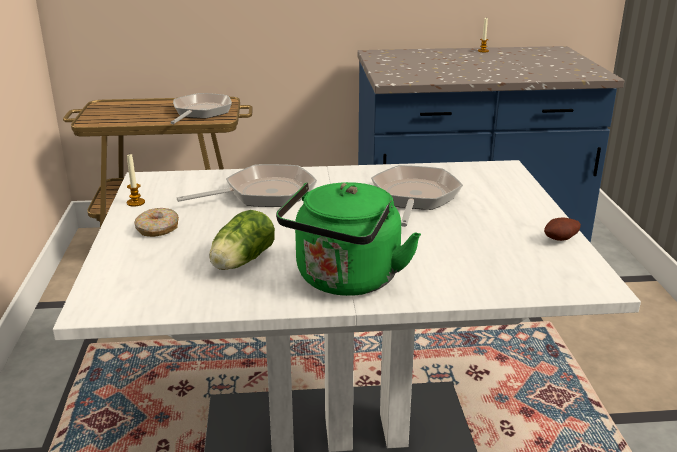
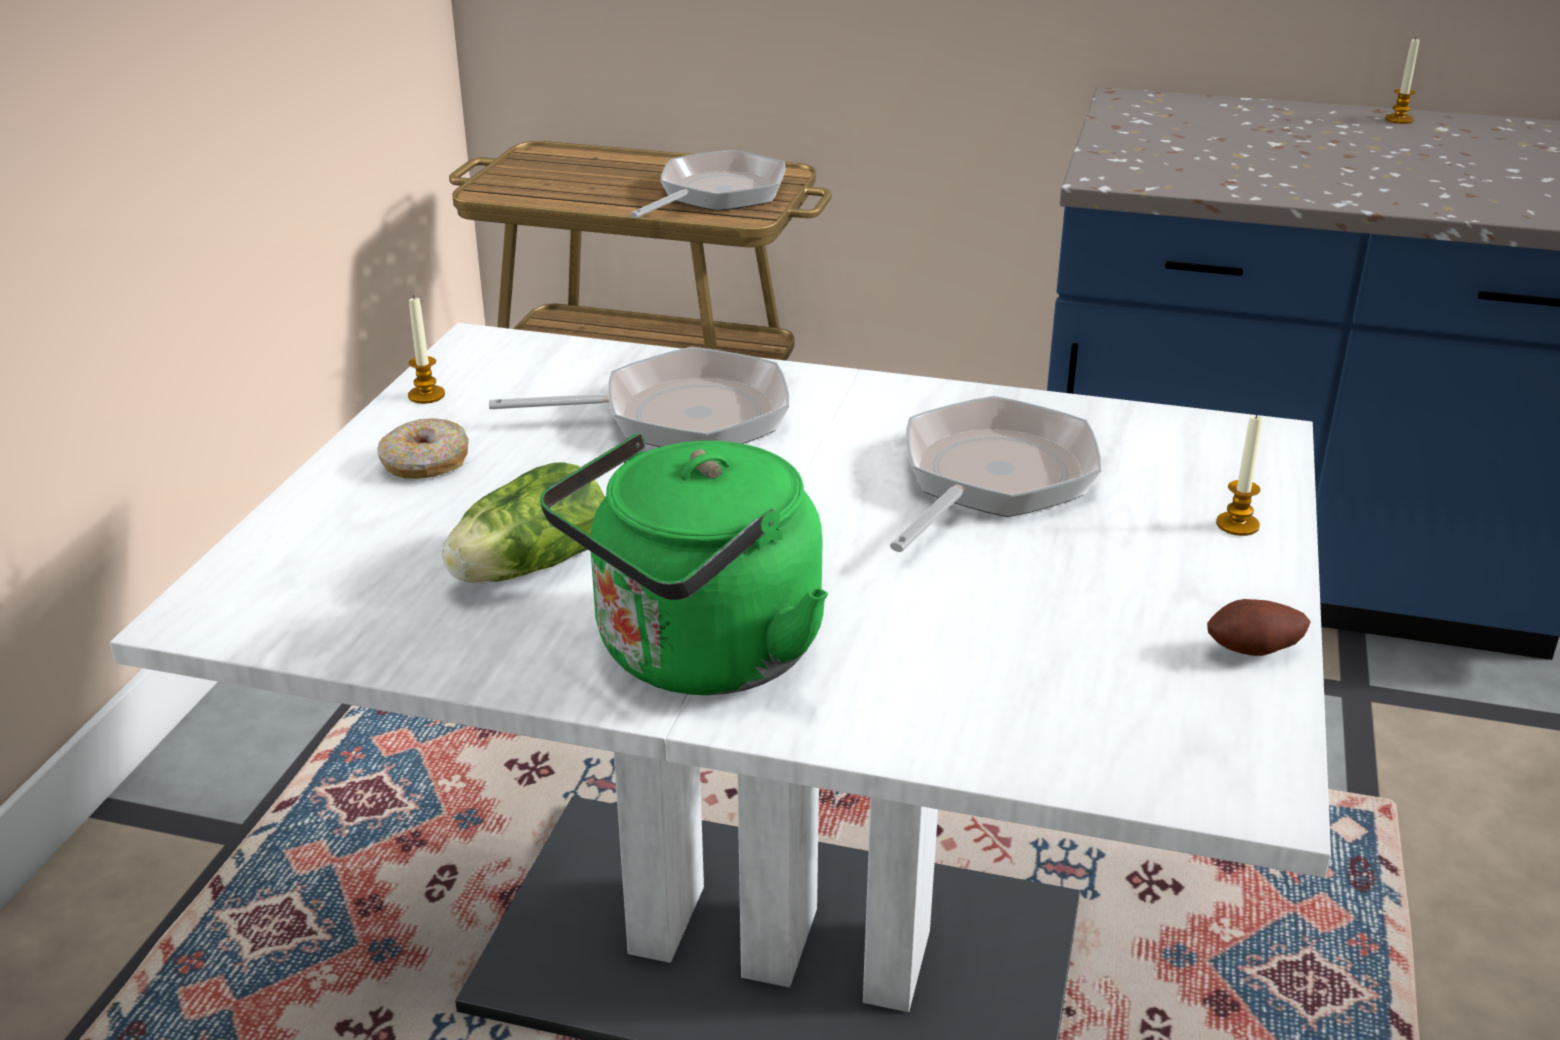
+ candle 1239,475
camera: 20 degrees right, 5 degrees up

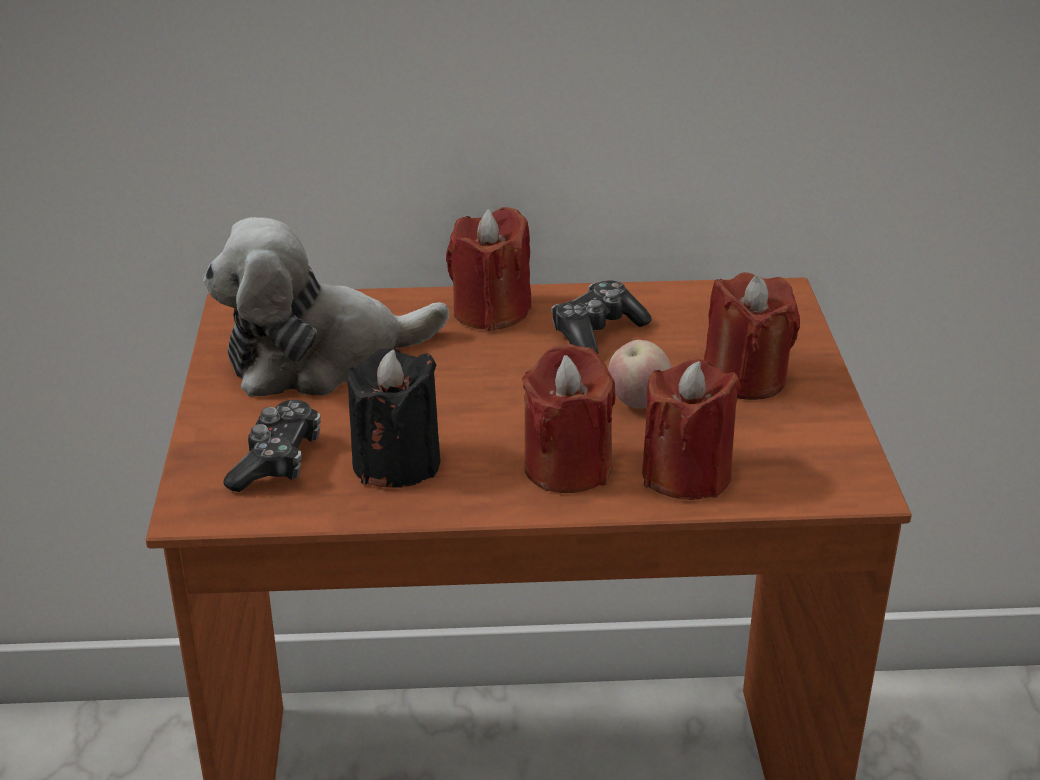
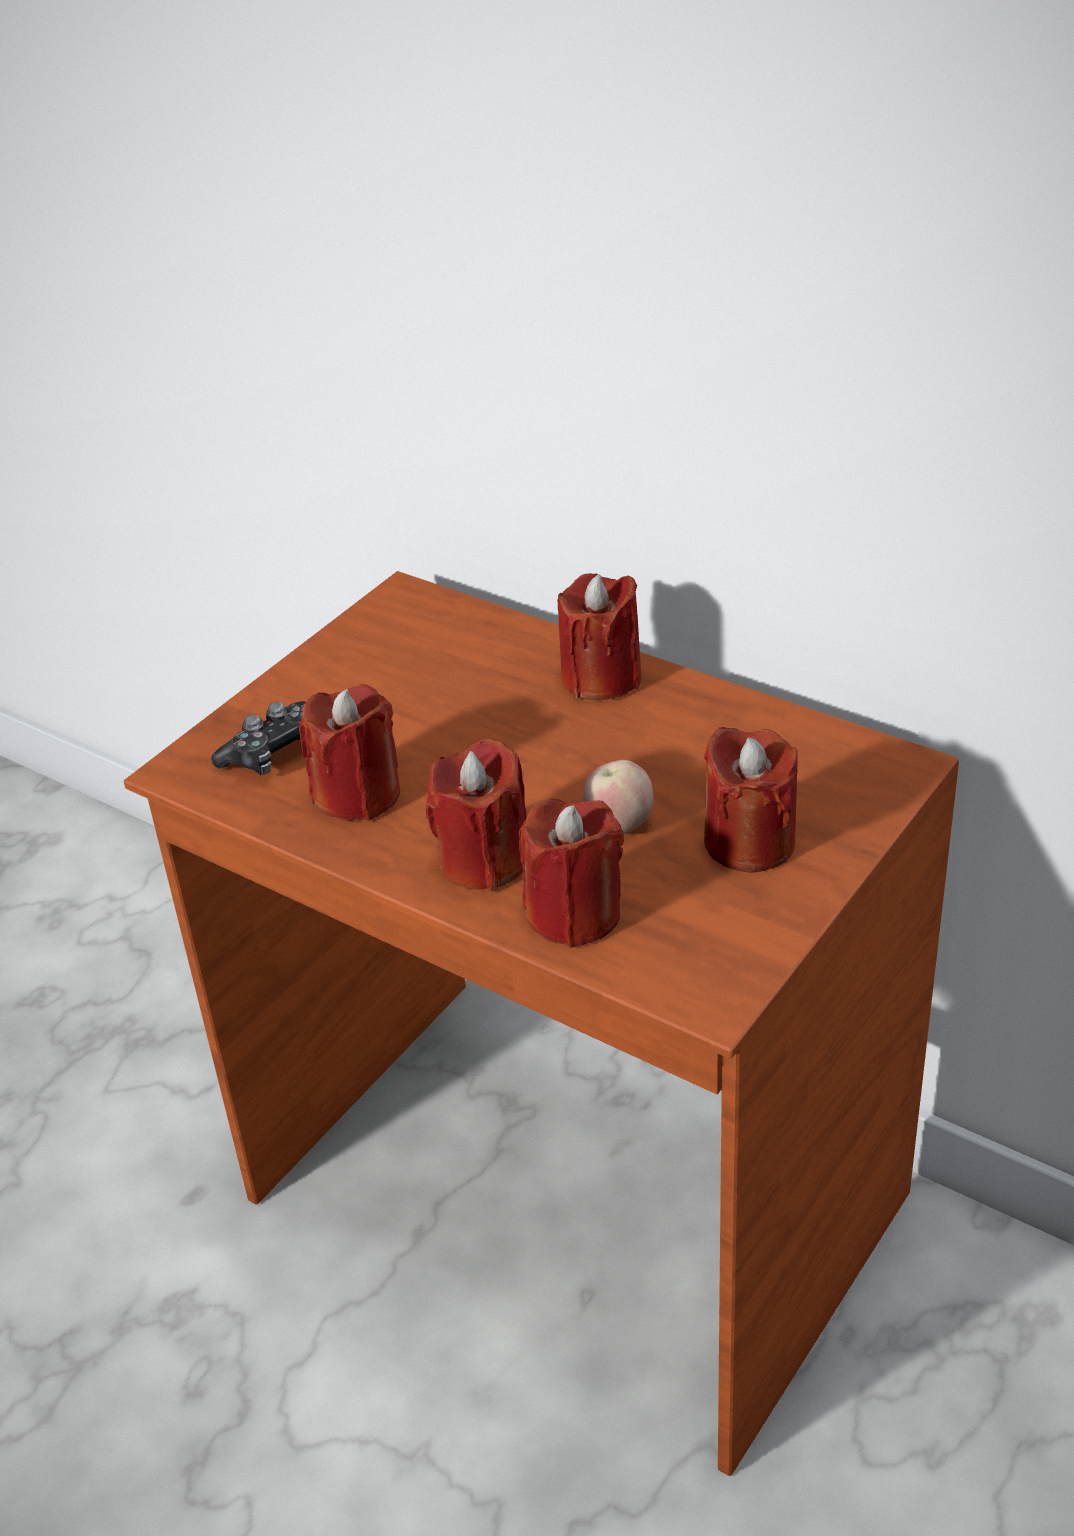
~ candle in black 393,418 to candle in red 349,752
- plush toy 326,307
- game controller 601,317
camera: 40 degrees right, 5 degrees up

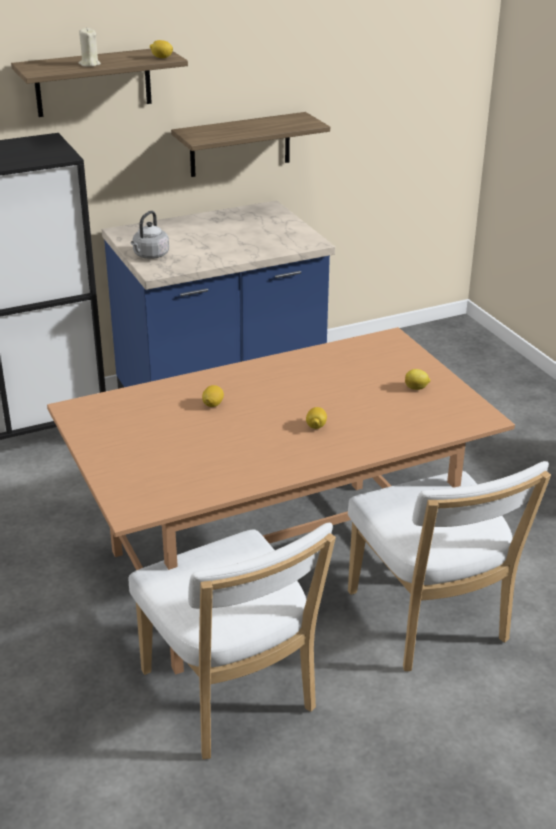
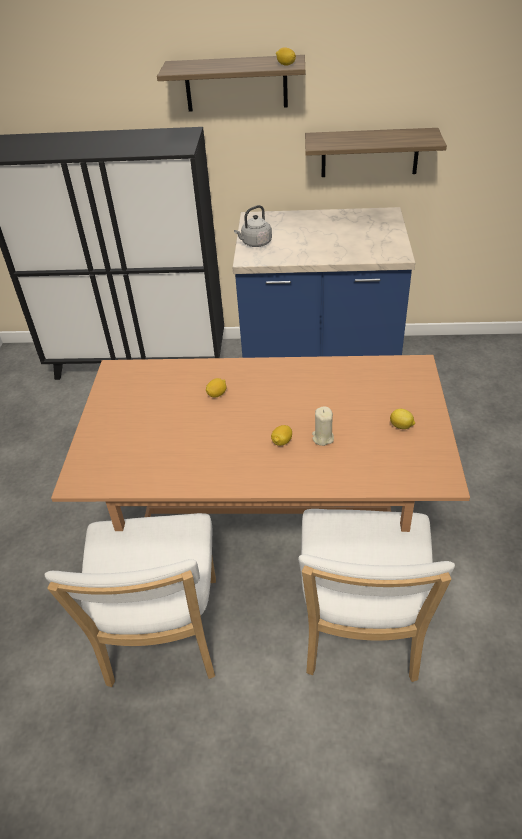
~ candle in beige 90,47 to 323,426
camera: 30 degrees right, 10 degrees up

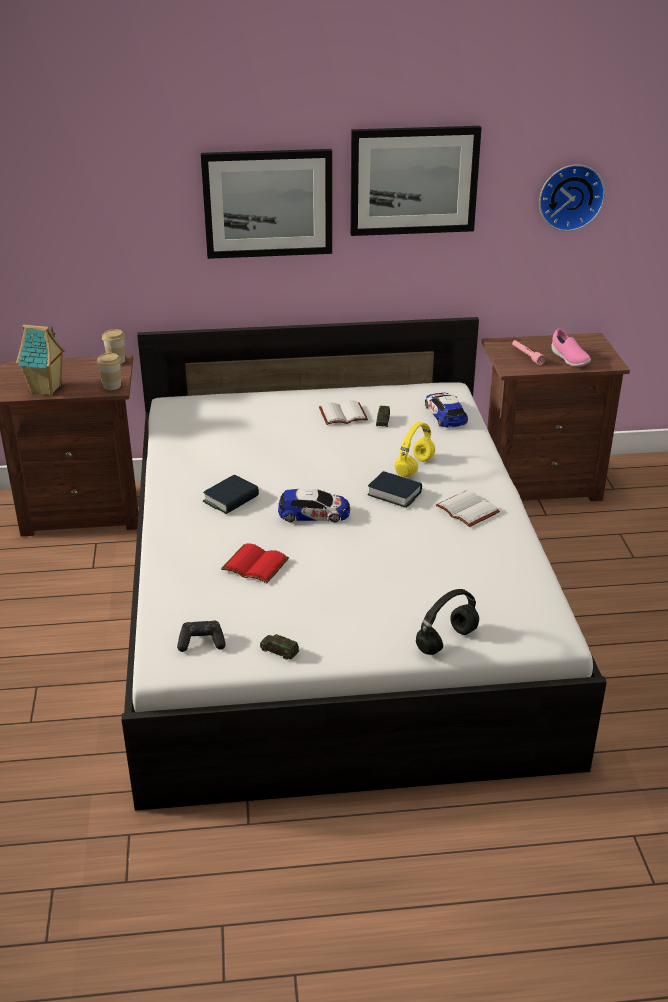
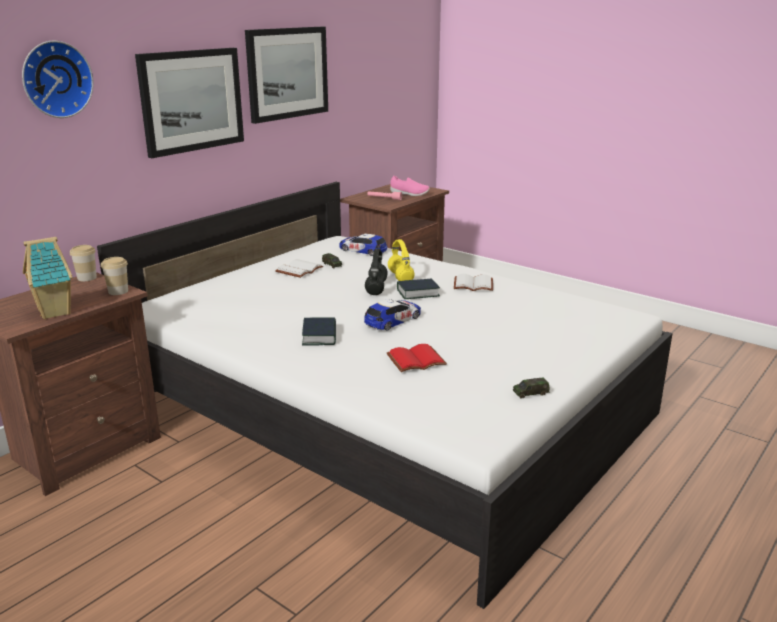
~ wall clock 572,198 to 58,79
~ headphones in black 447,622 to 376,271
- game controller in black 201,636
camera: 45 degrees left, 10 degrees down

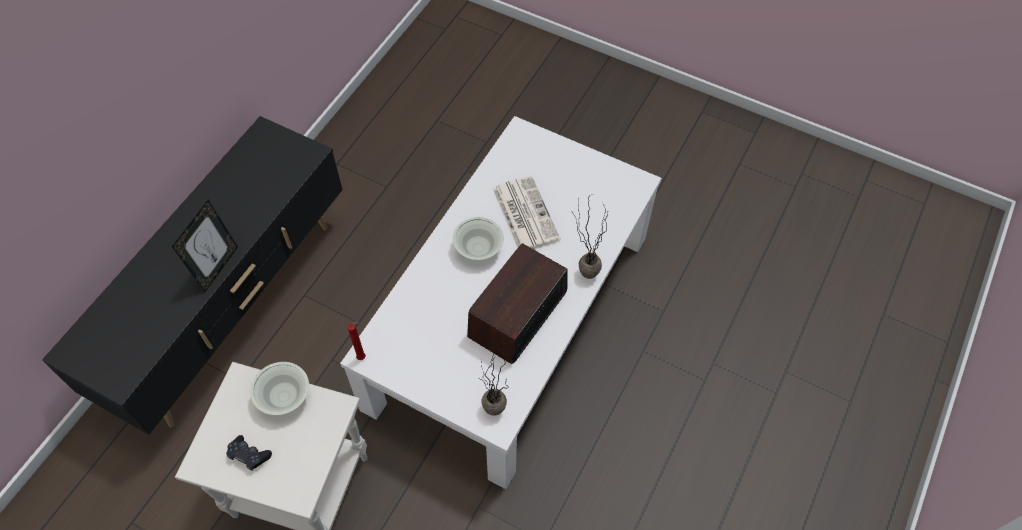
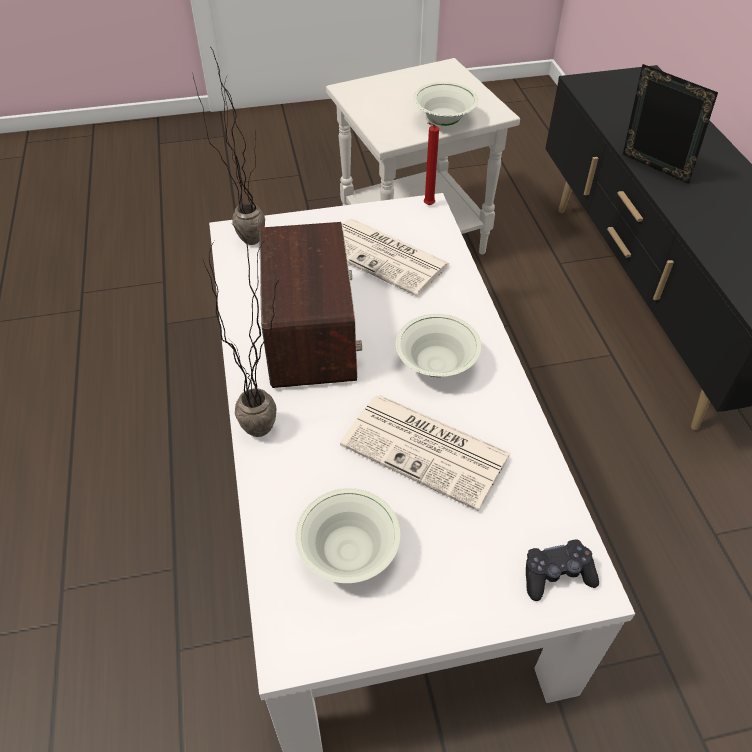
+ bowl in white 348,535
+ newspaper 396,257
~ game controller in black 249,453 to 562,570
~ picture frame 205,245 = 670,124 150 degrees clockwise
camera: 140 degrees right, 10 degrees down

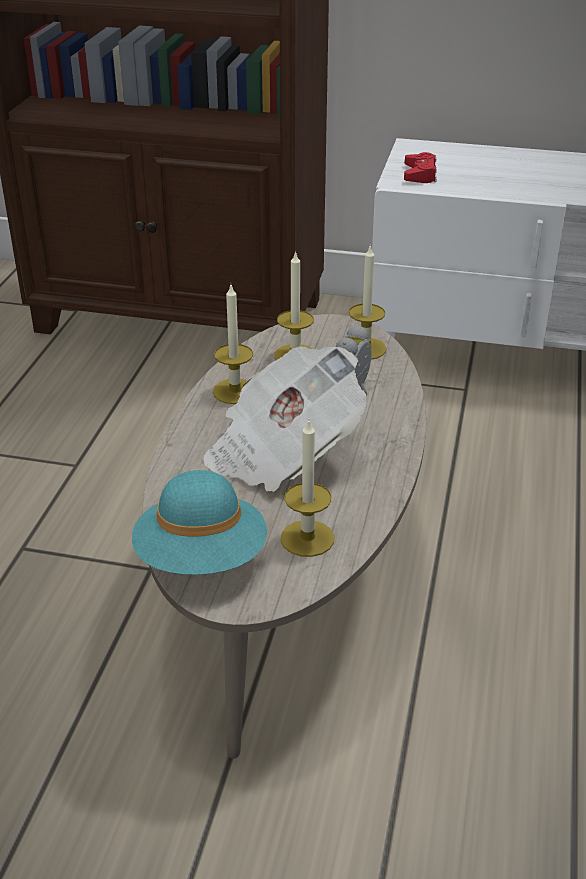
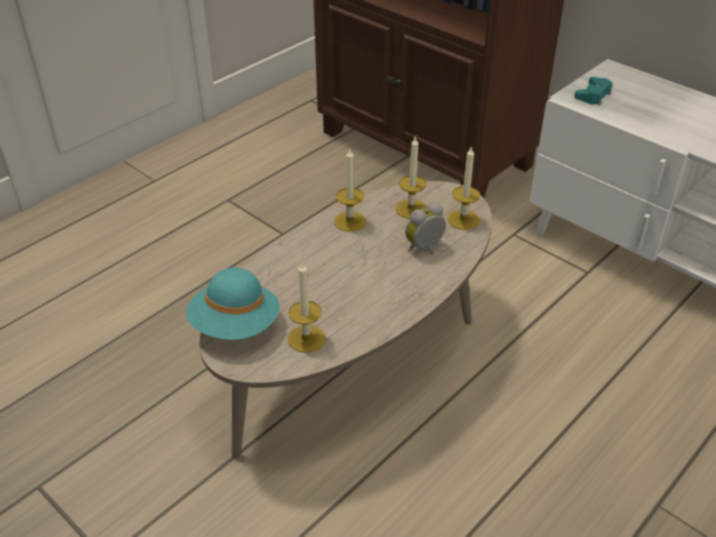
~ game controller in red 420,167 to game controller in turquoise 593,91
- newspaper 284,419
camera: 30 degrees right, 5 degrees up

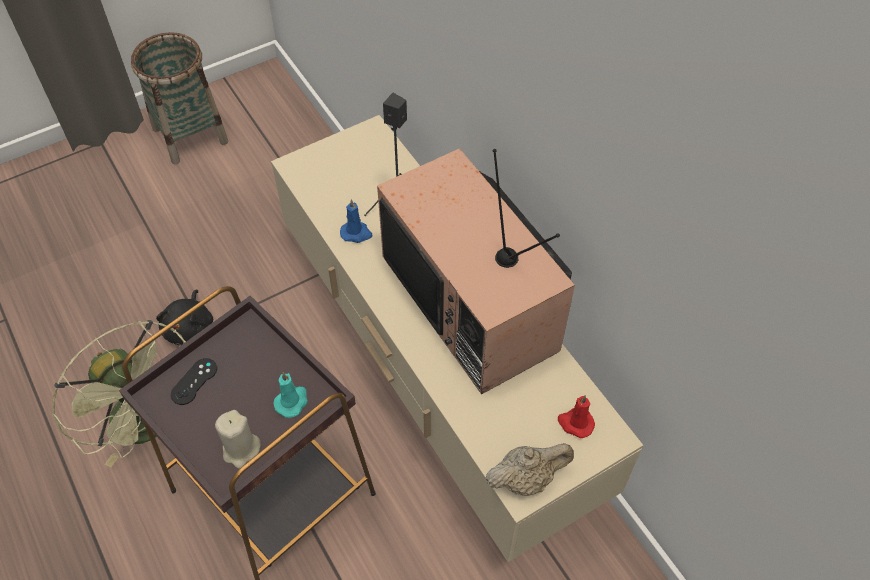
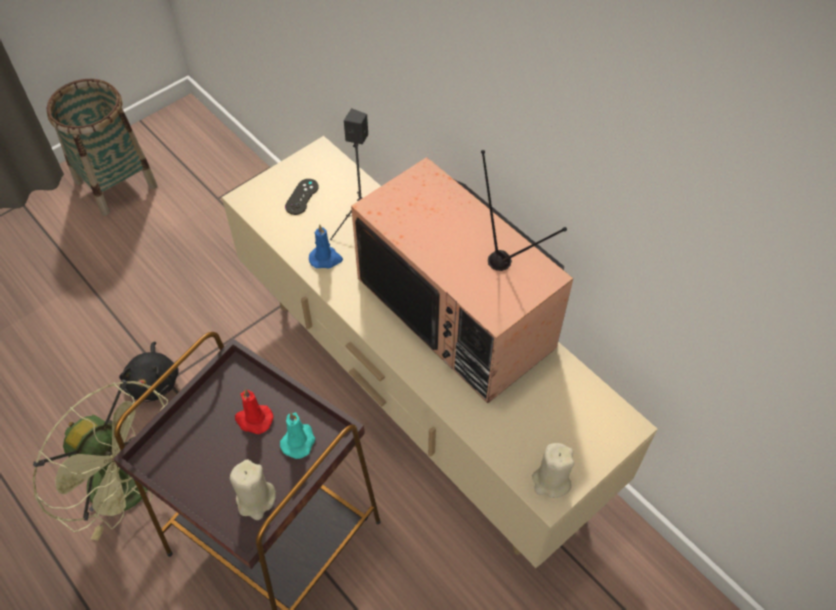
~ candle in red 576,416 to 254,411
~ game controller in black 194,381 to 302,197
~ teapot in beige 530,469 to candle in beige 553,470
camera: 10 degrees left, 0 degrees up

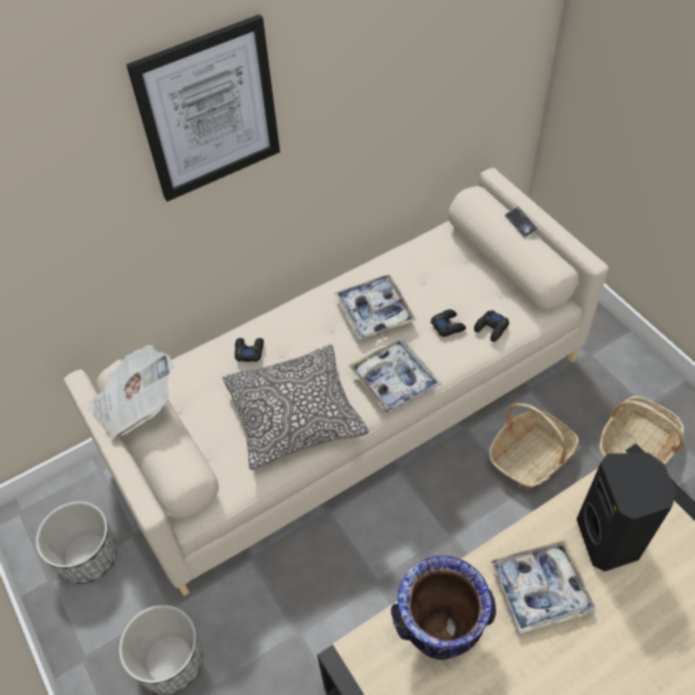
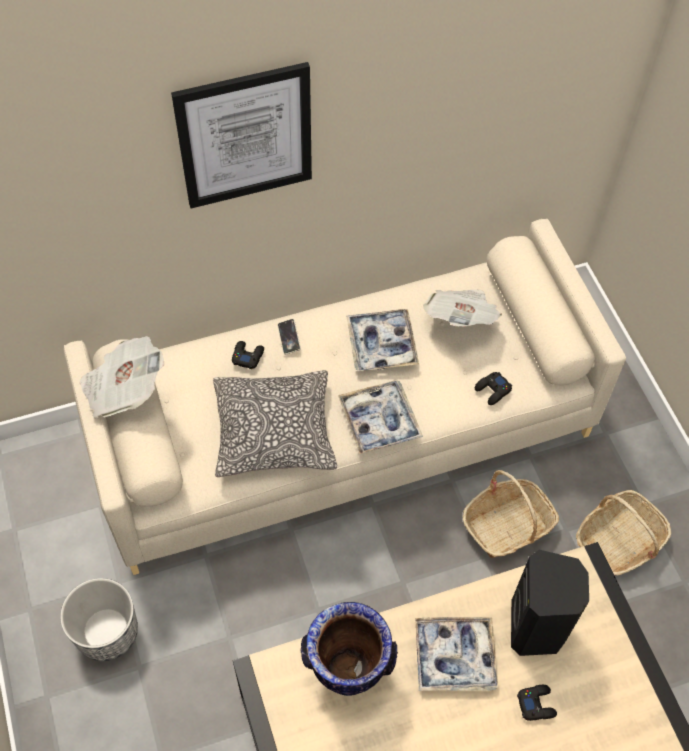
~ phone 521,222 to 289,337
+ newspaper 462,307
~ game controller in black 448,323 to 537,703
- planter 76,542
camera: 10 degrees right, 5 degrees up

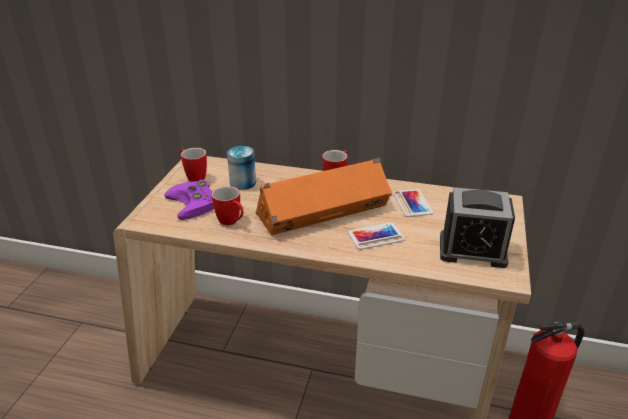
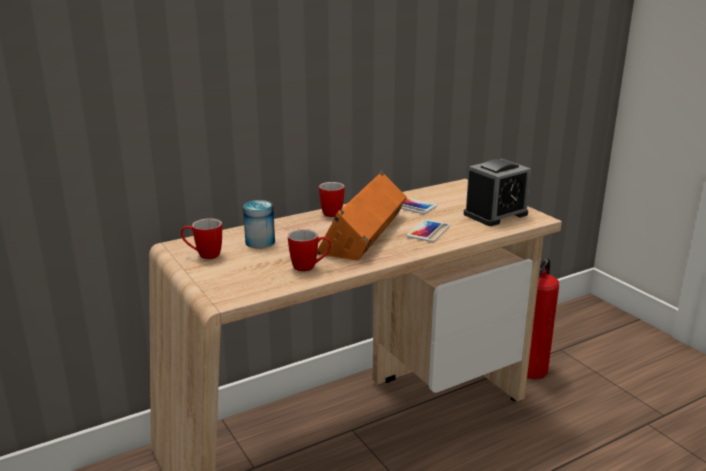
- game controller in purple 189,200
camera: 45 degrees left, 10 degrees down

